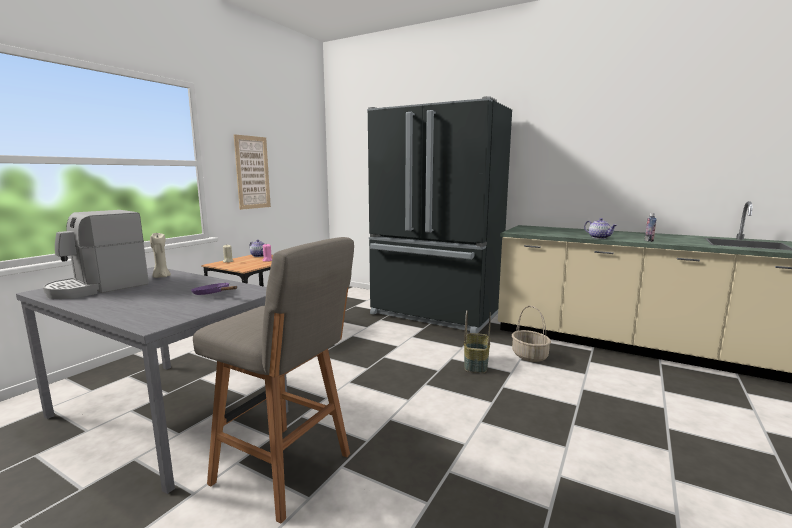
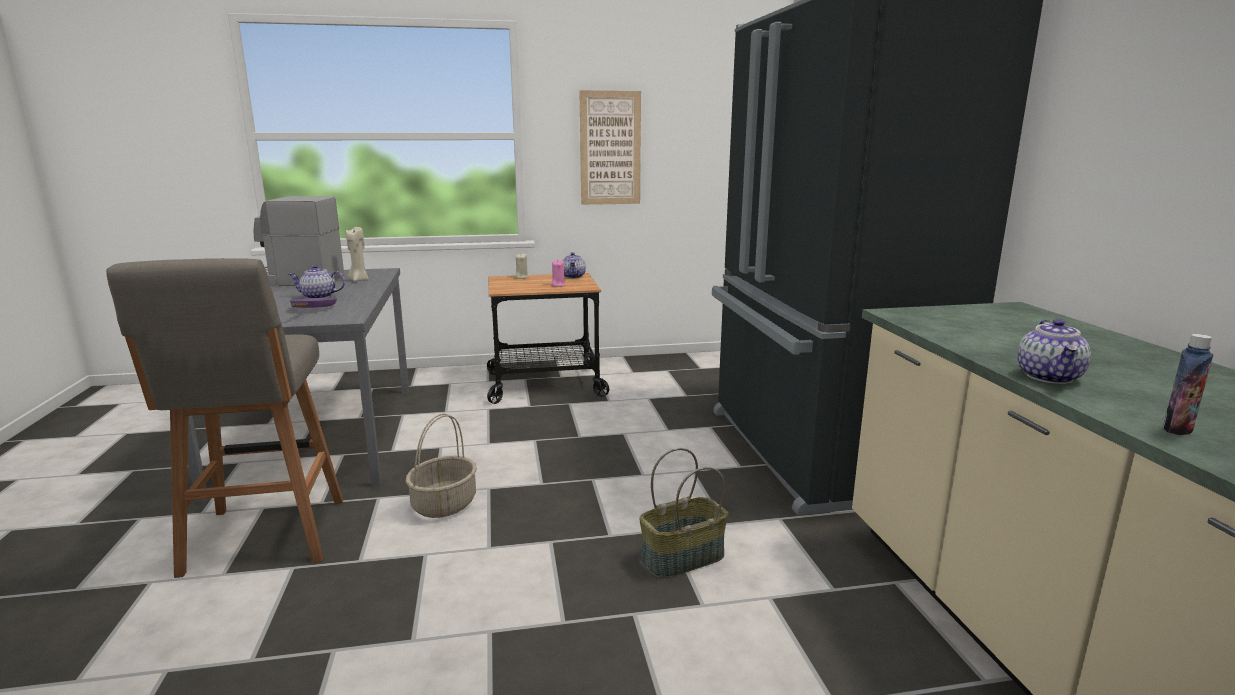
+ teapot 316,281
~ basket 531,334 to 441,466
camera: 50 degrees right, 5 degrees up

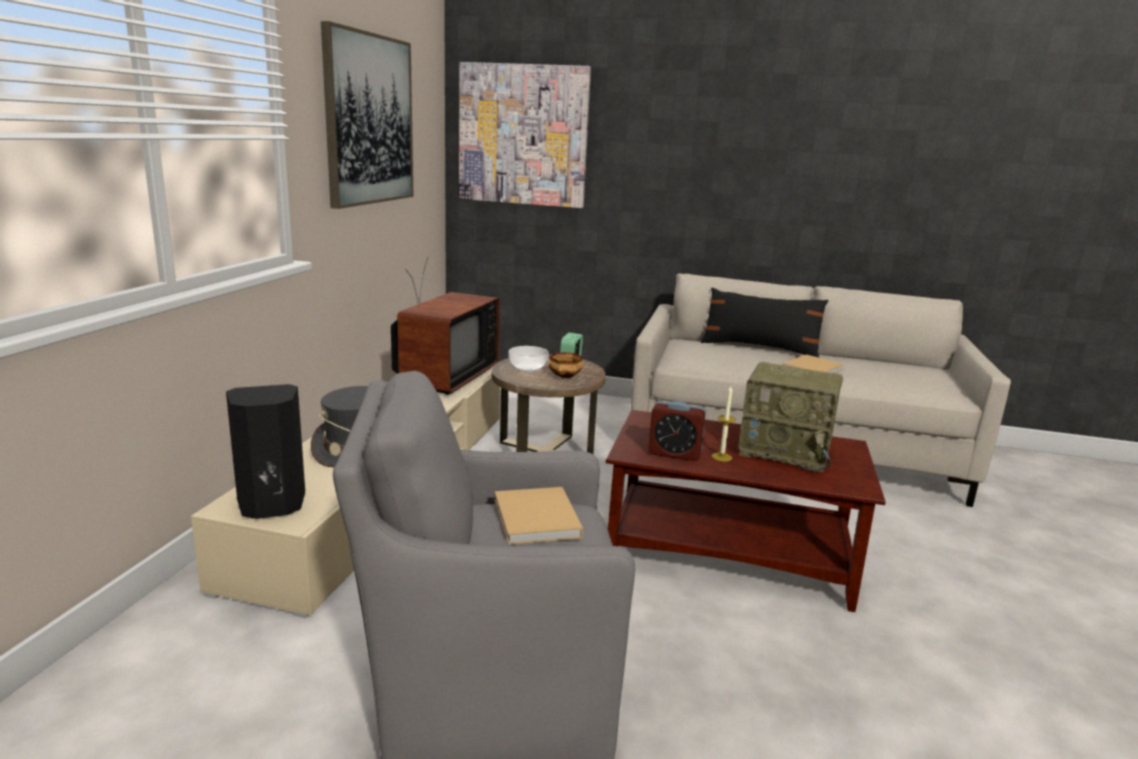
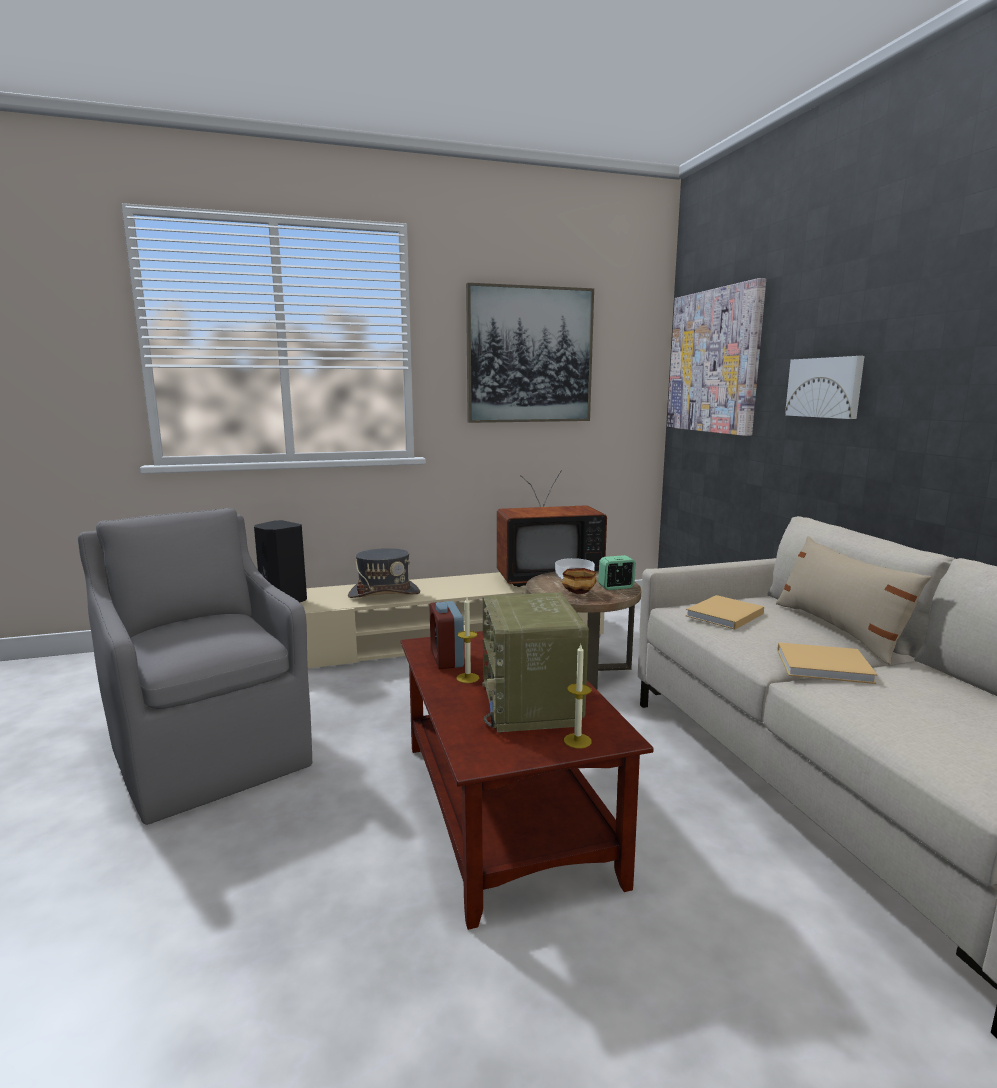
+ candle 578,697
~ book in beige 538,516 to 725,612
~ pillow in black 765,323 to pillow in beige 853,600
+ picture 824,387
camera: 60 degrees right, 5 degrees down

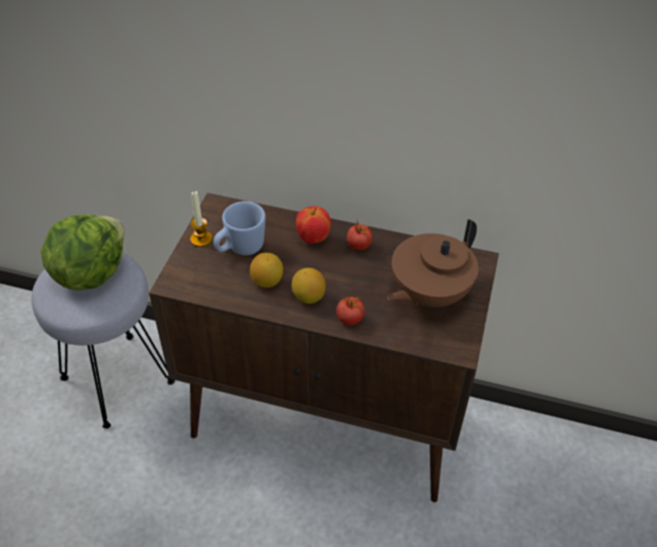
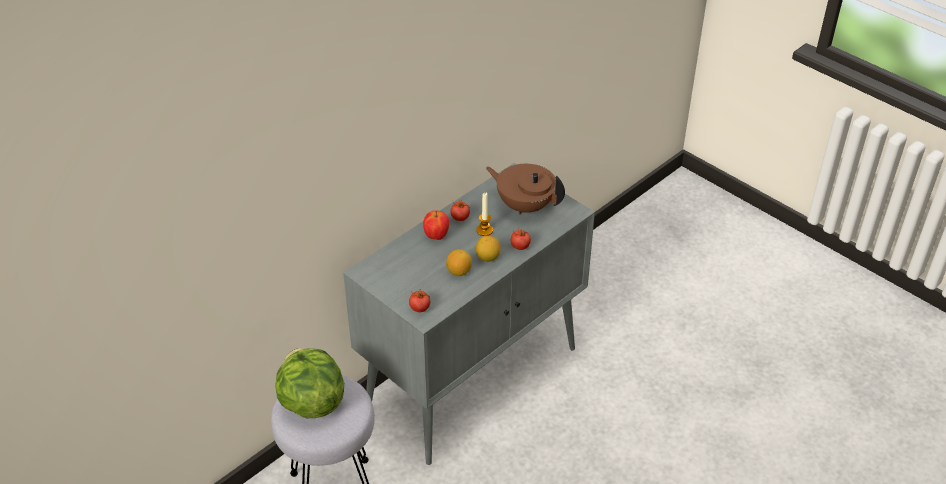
~ cabinet in brown 324,347 to cabinet in grey 469,314
+ tomato 419,300
~ candle 201,219 to 484,214
~ teapot in brown 433,263 = 525,189 135 degrees clockwise
- mug in blue 239,228
camera: 60 degrees left, 5 degrees down

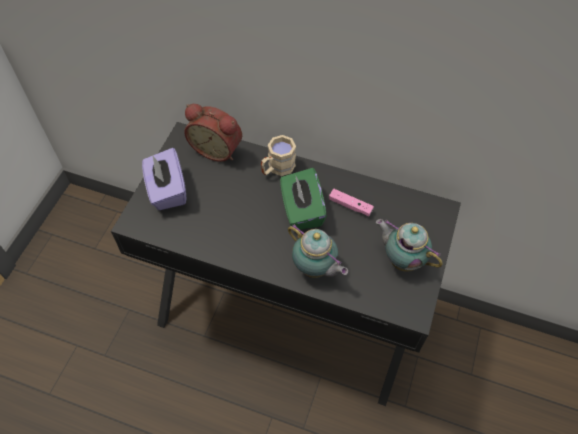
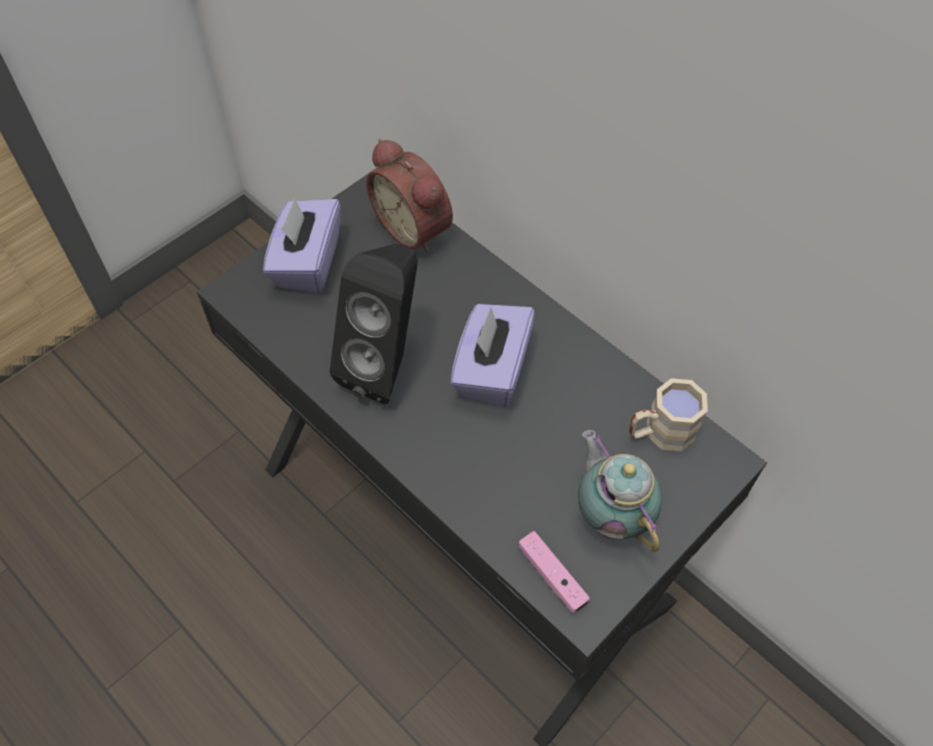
+ speaker in black 374,324
~ tissue box in green 303,199 to tissue box in purple 493,355
~ game controller in pink 351,203 to 554,572
~ mug in beige 278,155 to 668,414
- teapot 318,251
camera: 25 degrees right, 0 degrees up

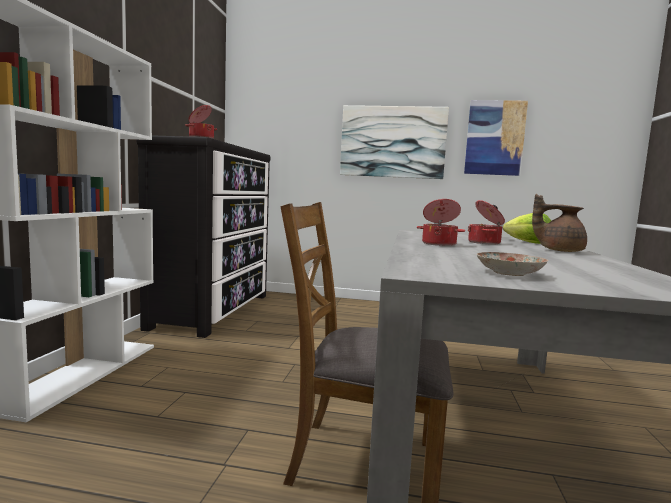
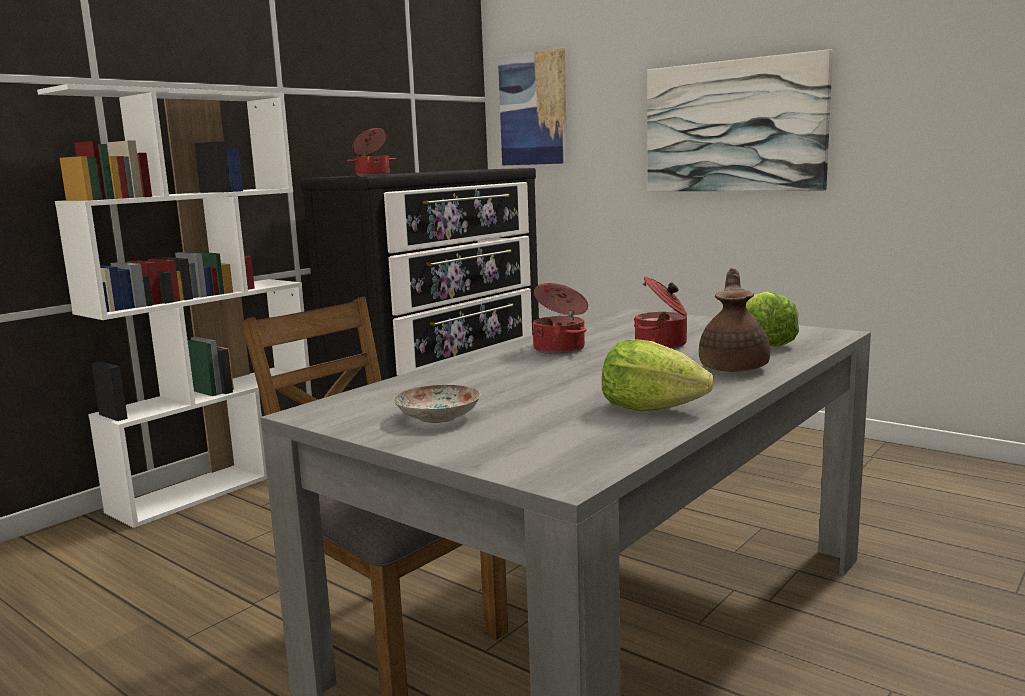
~ picture 496,138 to 532,106
+ lettuce 658,375
~ teapot in brown 559,223 = 734,320 60 degrees clockwise
camera: 30 degrees right, 5 degrees up

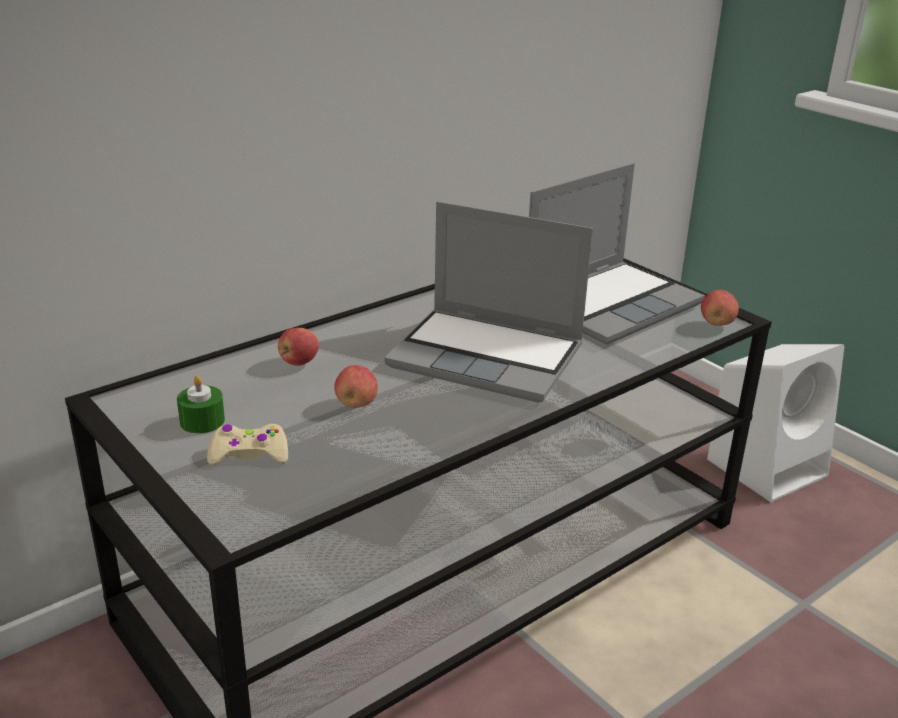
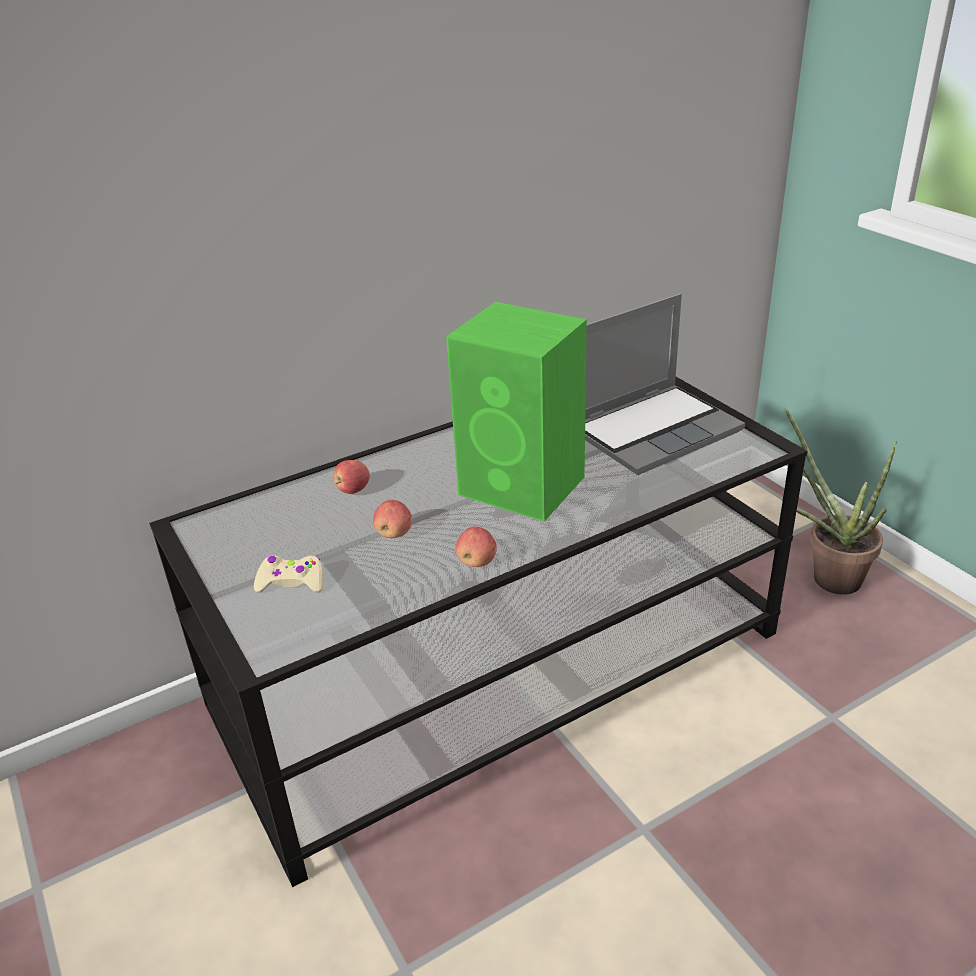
~ laptop 488,302 to speaker in green 516,412
~ apple 720,308 to 476,546
~ speaker in white 775,423 to potted plant 841,501
- candle in green 201,404
camera: 10 degrees right, 5 degrees up

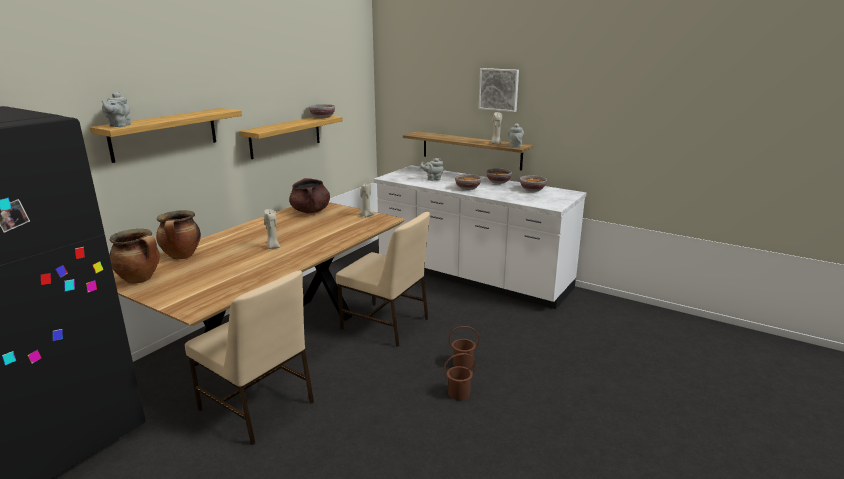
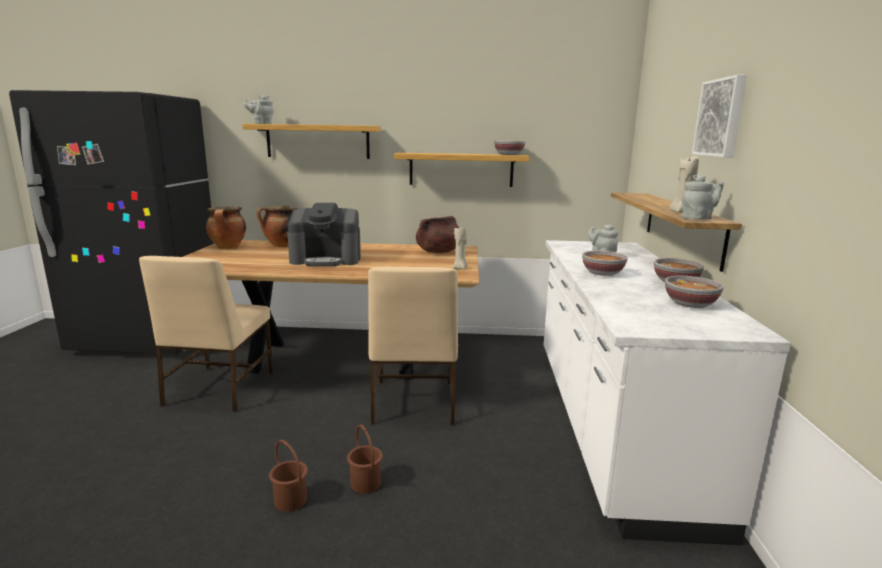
~ candle in beige 272,229 to coffee machine 324,234
camera: 60 degrees right, 5 degrees down

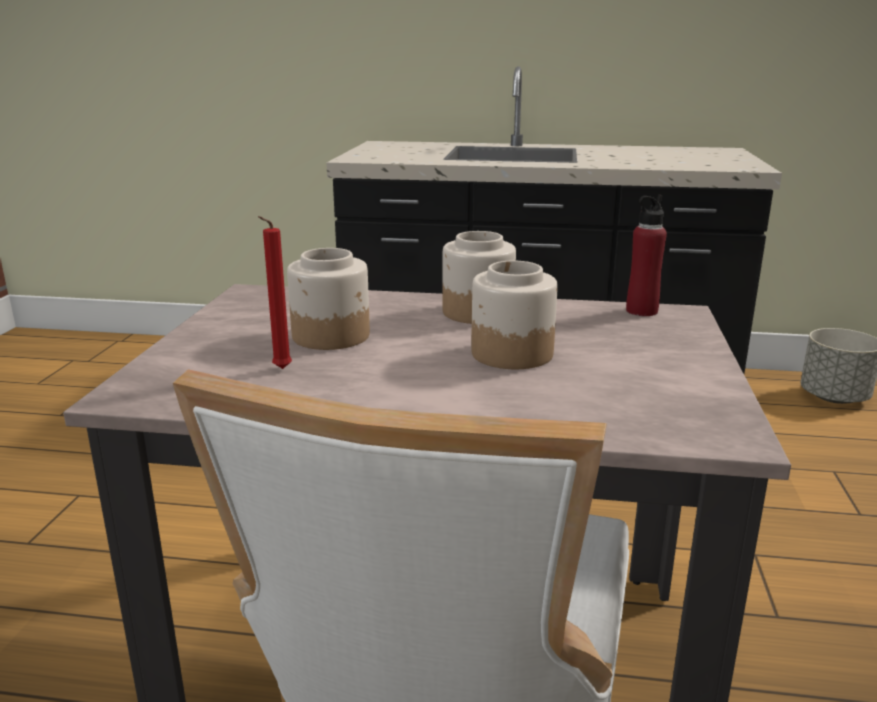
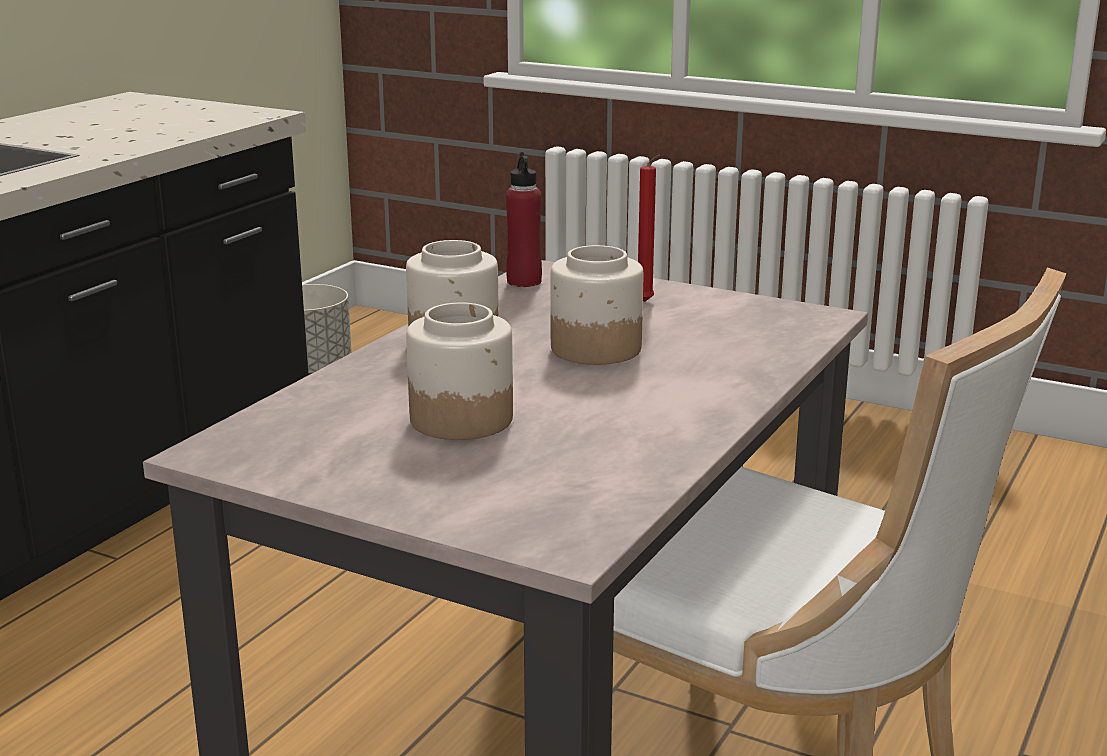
~ candle in red 275,292 to 649,228
camera: 70 degrees left, 0 degrees up

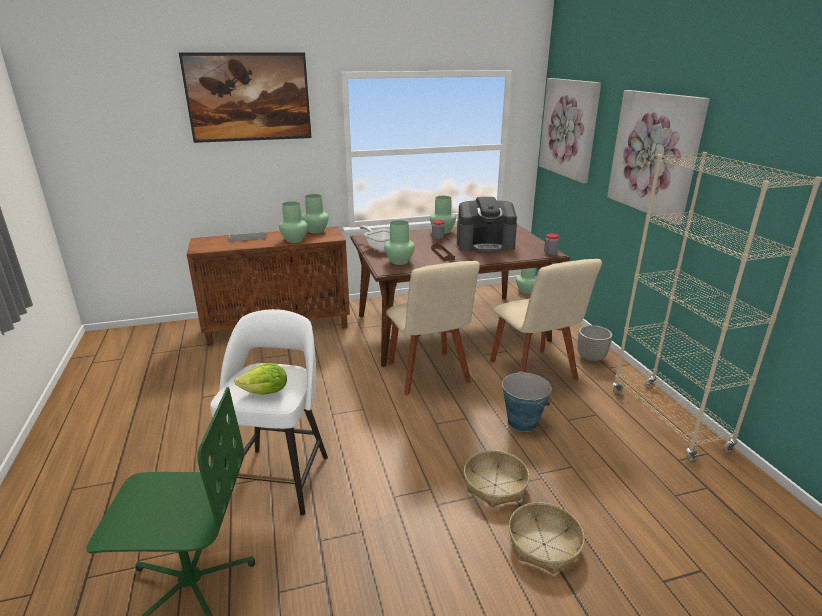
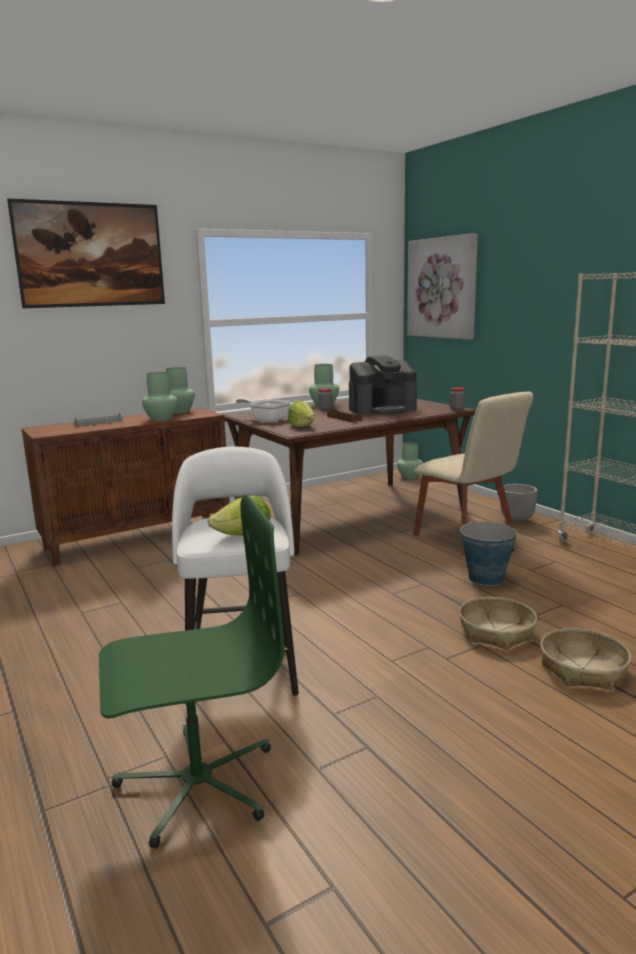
~ vase in green 399,242 to lettuce 301,414
- chair in beige 433,328
- picture 658,157
camera: 15 degrees left, 10 degrees down

